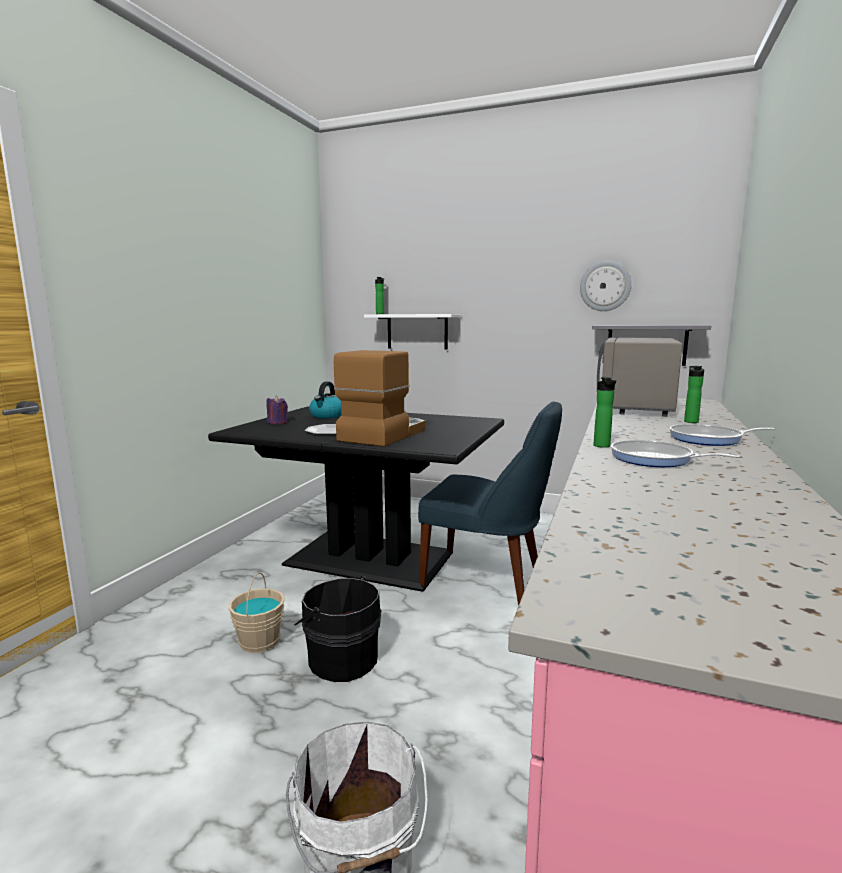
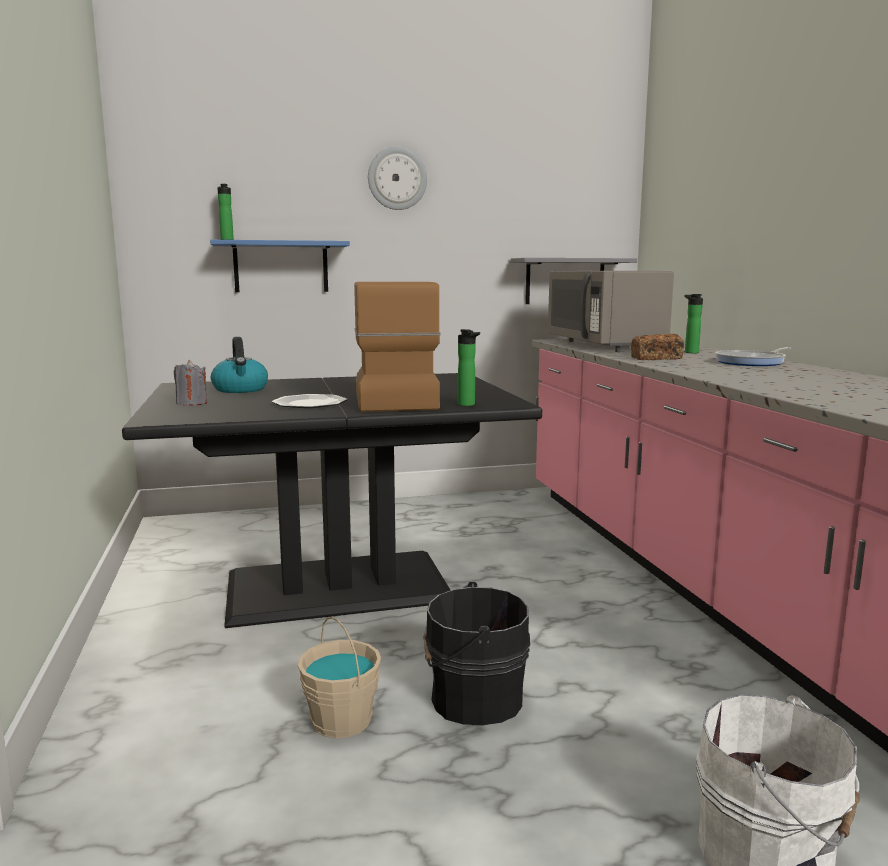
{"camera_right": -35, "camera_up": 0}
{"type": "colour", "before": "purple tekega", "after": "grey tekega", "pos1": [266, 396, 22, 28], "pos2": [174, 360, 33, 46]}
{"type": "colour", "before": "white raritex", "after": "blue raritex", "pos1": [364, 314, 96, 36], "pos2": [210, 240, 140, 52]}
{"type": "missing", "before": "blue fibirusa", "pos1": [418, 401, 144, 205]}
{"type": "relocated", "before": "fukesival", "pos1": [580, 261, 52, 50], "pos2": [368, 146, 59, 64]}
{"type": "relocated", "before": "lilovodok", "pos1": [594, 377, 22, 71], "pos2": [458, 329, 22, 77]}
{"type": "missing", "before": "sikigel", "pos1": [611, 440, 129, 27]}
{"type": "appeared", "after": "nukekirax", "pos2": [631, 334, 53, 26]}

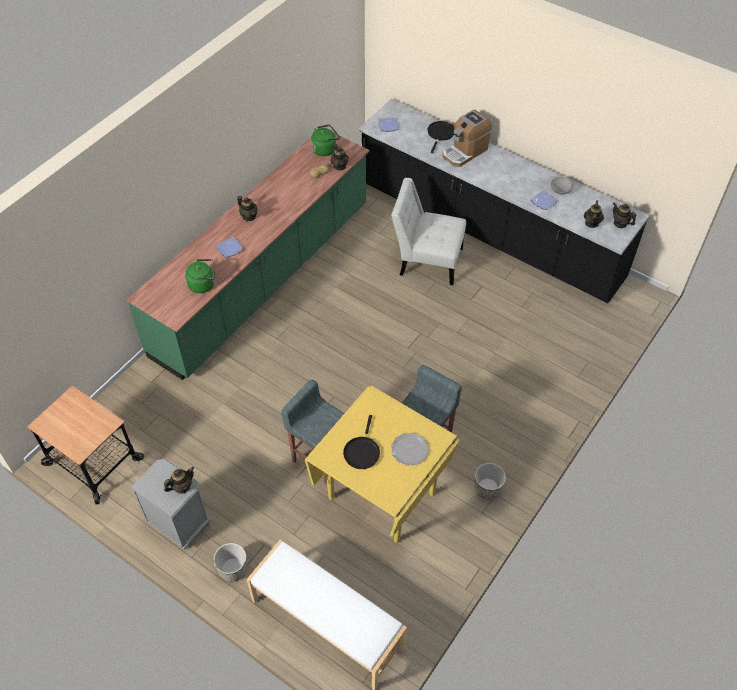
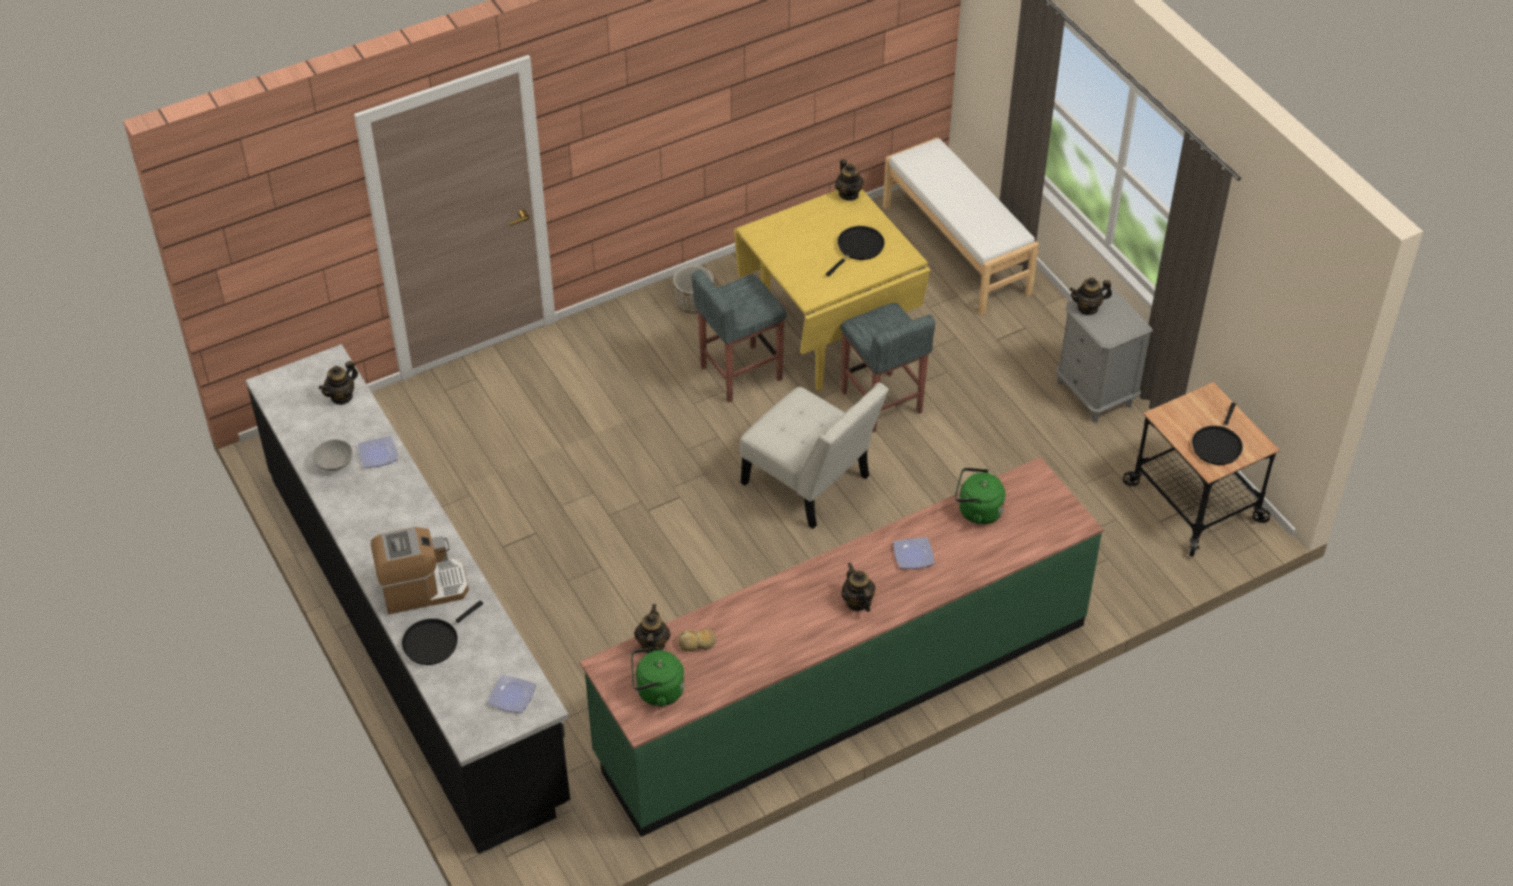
{"camera_right": -155, "camera_up": -5}
{"type": "missing", "before": "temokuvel", "pos1": [214, 543, 33, 39]}
{"type": "relocated", "before": "white fibirusa", "pos1": [391, 178, 75, 107], "pos2": [740, 383, 149, 146]}
{"type": "missing", "before": "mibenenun", "pos1": [391, 433, 38, 32]}
{"type": "relocated", "before": "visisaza", "pos1": [613, 202, 23, 26], "pos2": [835, 159, 29, 42]}
{"type": "appeared", "after": "black sikigel", "pos2": [1192, 402, 51, 63]}

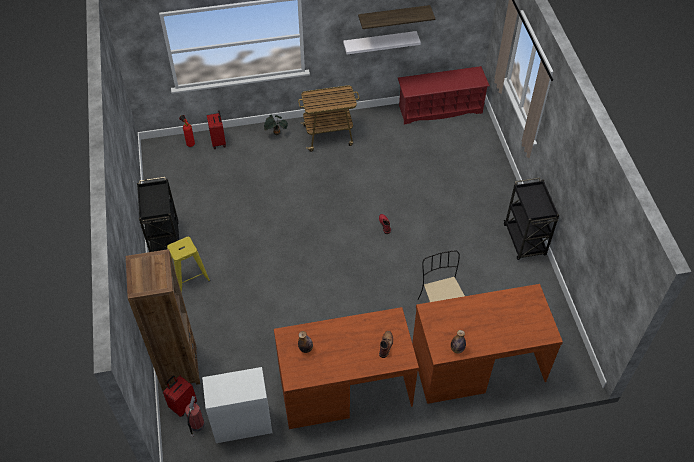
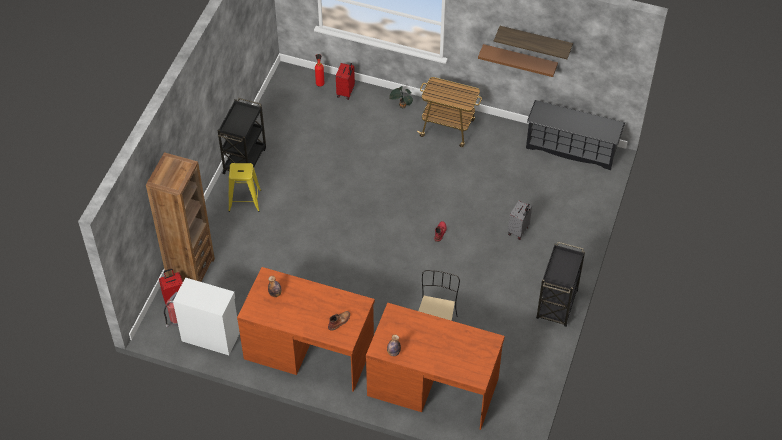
{"camera_right": 30, "camera_up": 0}
{"type": "colour", "before": "white raritex", "after": "brown raritex", "pos1": [343, 31, 78, 23], "pos2": [478, 44, 80, 33]}
{"type": "colour", "before": "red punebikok", "after": "black punebikok", "pos1": [398, 66, 92, 59], "pos2": [526, 100, 99, 70]}
{"type": "appeared", "after": "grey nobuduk", "pos2": [508, 201, 24, 39]}

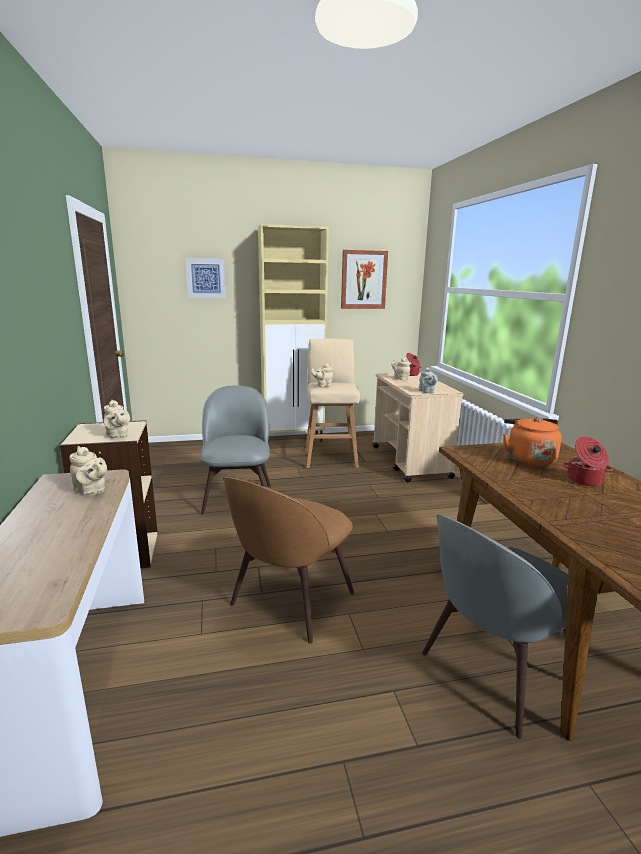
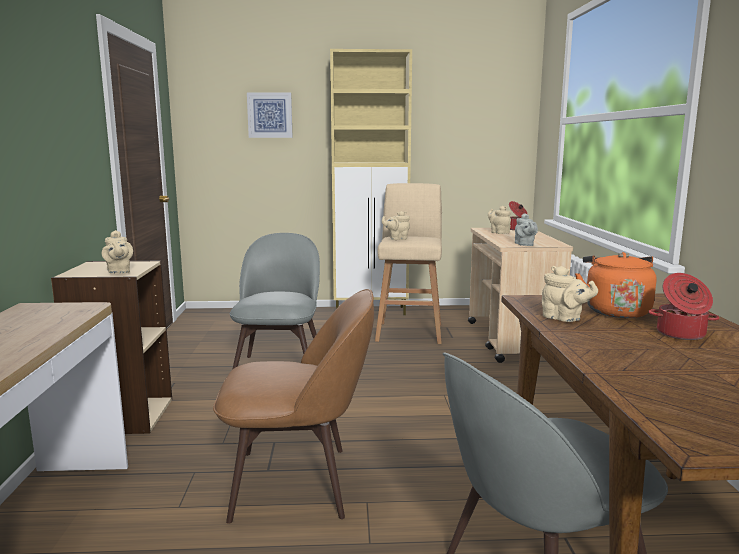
{"camera_right": 10, "camera_up": -5}
{"type": "relocated", "before": "beige visisaza", "pos1": [69, 446, 38, 50], "pos2": [542, 266, 56, 56]}
{"type": "spun", "before": "brown fibirusa", "pos1": [223, 477, 132, 167], "pos2": [213, 289, 161, 235], "turn": -135}
{"type": "missing", "before": "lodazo", "pos1": [341, 250, 47, 59]}

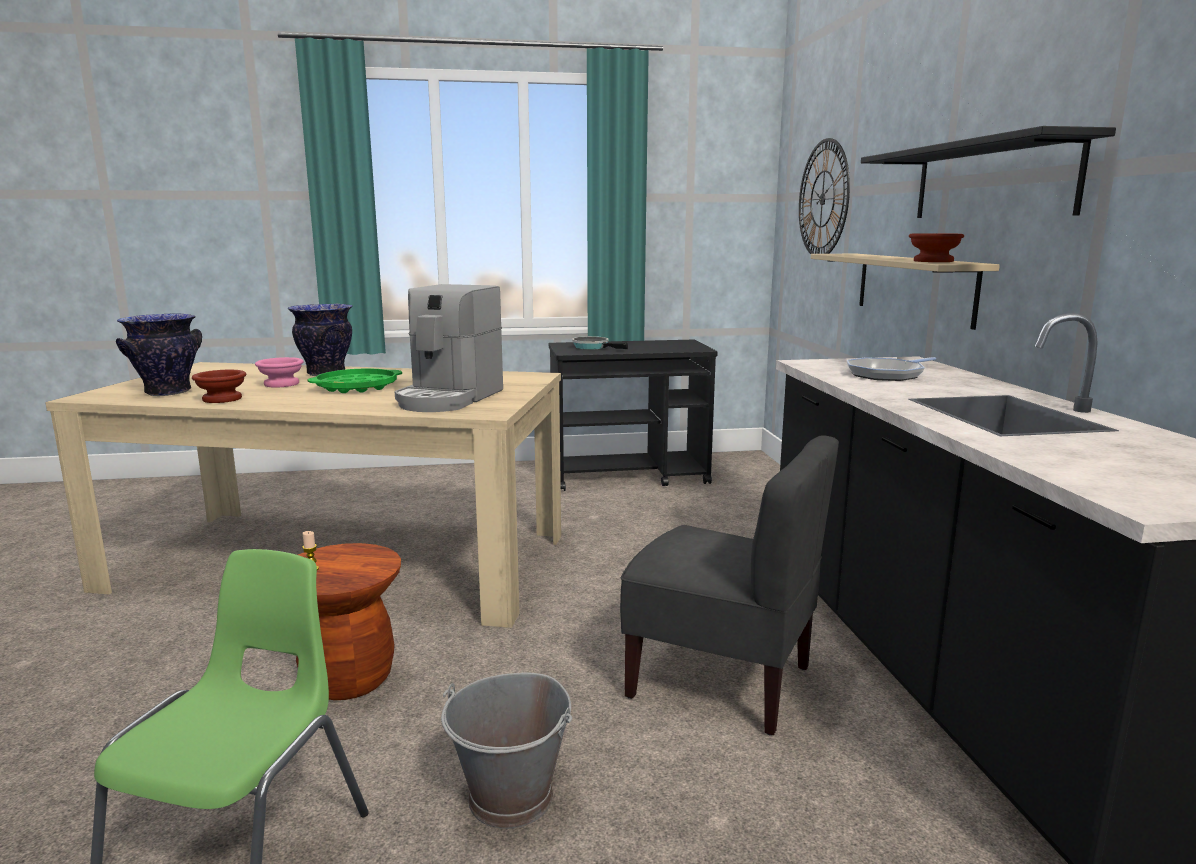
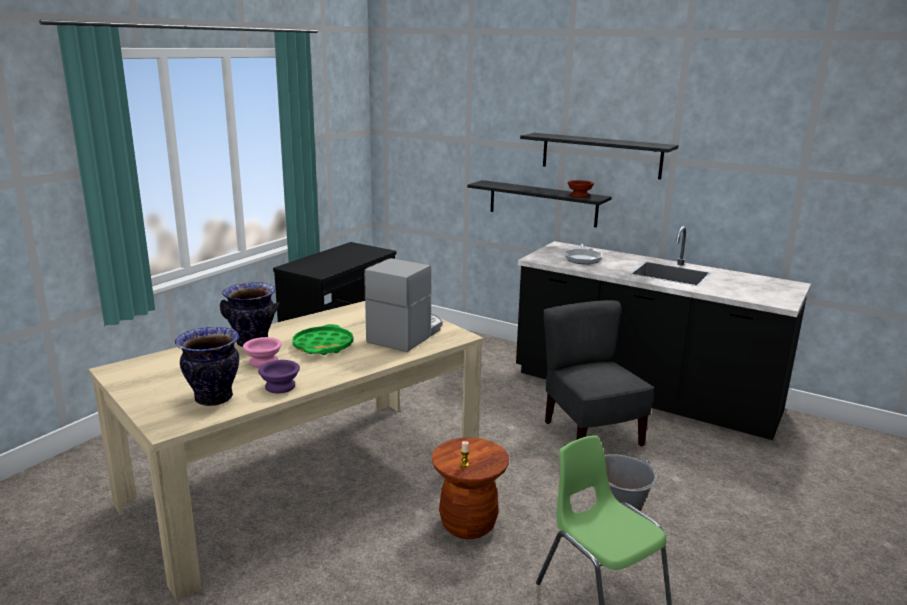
{"camera_right": -50, "camera_up": 5}
{"type": "colour", "before": "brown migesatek", "after": "purple migesatek", "pos1": [192, 370, 54, 33], "pos2": [258, 360, 42, 33]}
{"type": "spun", "before": "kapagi", "pos1": [394, 284, 109, 128], "pos2": [364, 258, 79, 94], "turn": -120}
{"type": "missing", "before": "sikigel", "pos1": [572, 336, 56, 14]}
{"type": "spun", "before": "grey fibirusa", "pos1": [620, 435, 219, 301], "pos2": [544, 300, 110, 146], "turn": -90}
{"type": "missing", "before": "fukesival", "pos1": [799, 138, 51, 116]}
{"type": "colour", "before": "beige raritex", "after": "black raritex", "pos1": [811, 254, 189, 76], "pos2": [467, 180, 145, 48]}

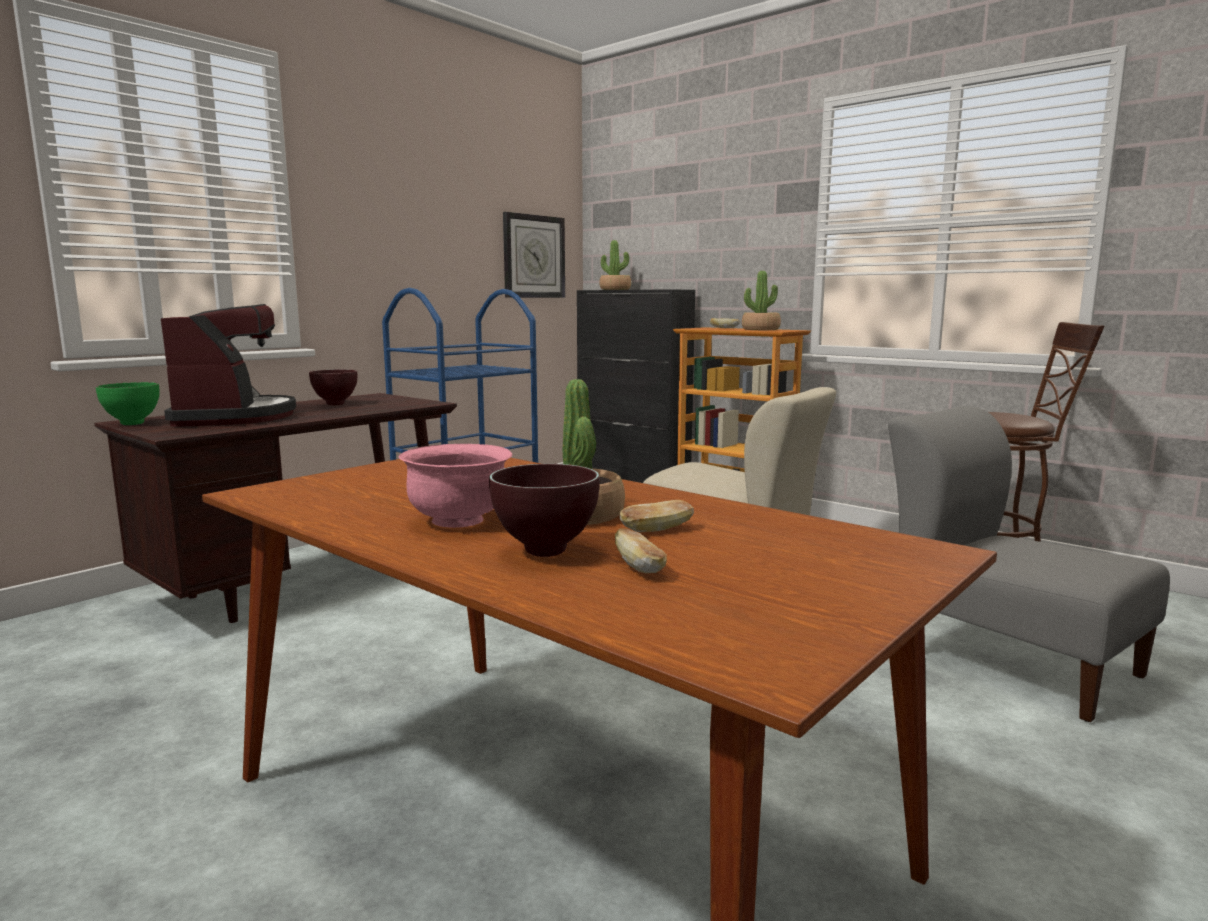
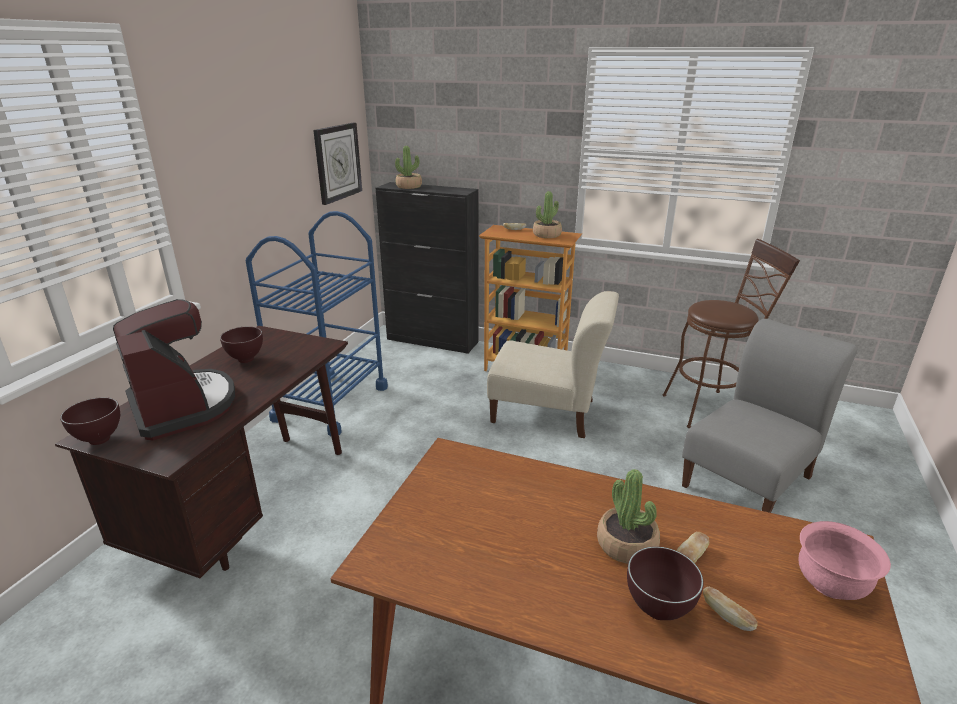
{"camera_right": -20, "camera_up": 15}
{"type": "colour", "before": "green migesatek", "after": "brown migesatek", "pos1": [96, 382, 63, 43], "pos2": [60, 397, 60, 48]}
{"type": "relocated", "before": "pink migesatek", "pos1": [399, 444, 113, 84], "pos2": [798, 521, 93, 79]}
{"type": "spun", "before": "grey fibirusa", "pos1": [888, 406, 282, 316], "pos2": [682, 319, 176, 194], "turn": 105}

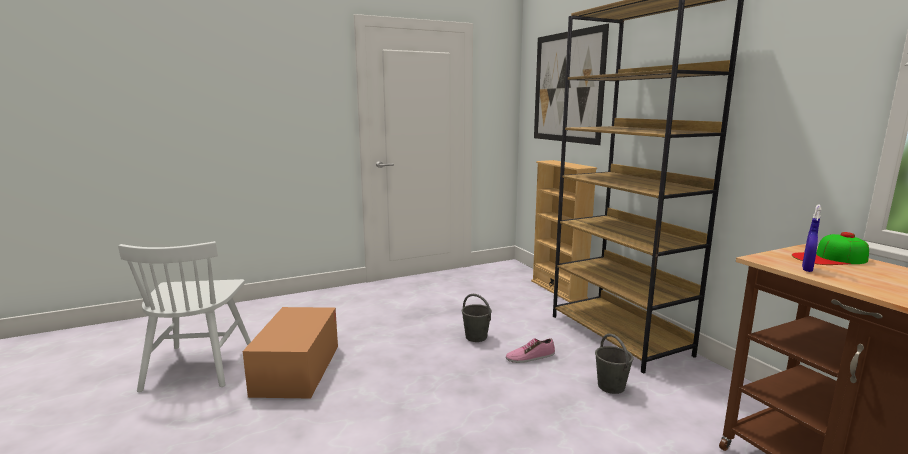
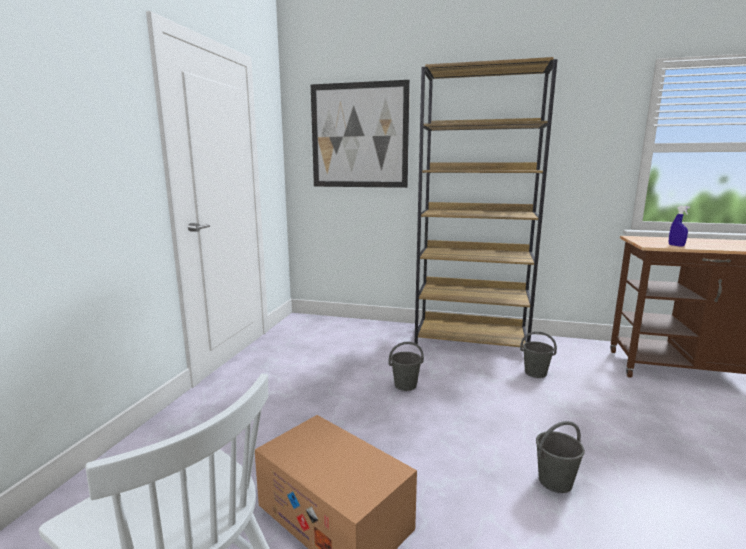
{"camera_right": -50, "camera_up": 0}
{"type": "missing", "before": "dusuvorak", "pos1": [506, 338, 49, 25]}
{"type": "missing", "before": "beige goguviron", "pos1": [531, 160, 66, 142]}
{"type": "missing", "before": "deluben", "pos1": [792, 232, 77, 33]}
{"type": "appeared", "after": "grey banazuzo", "pos2": [536, 421, 49, 72]}

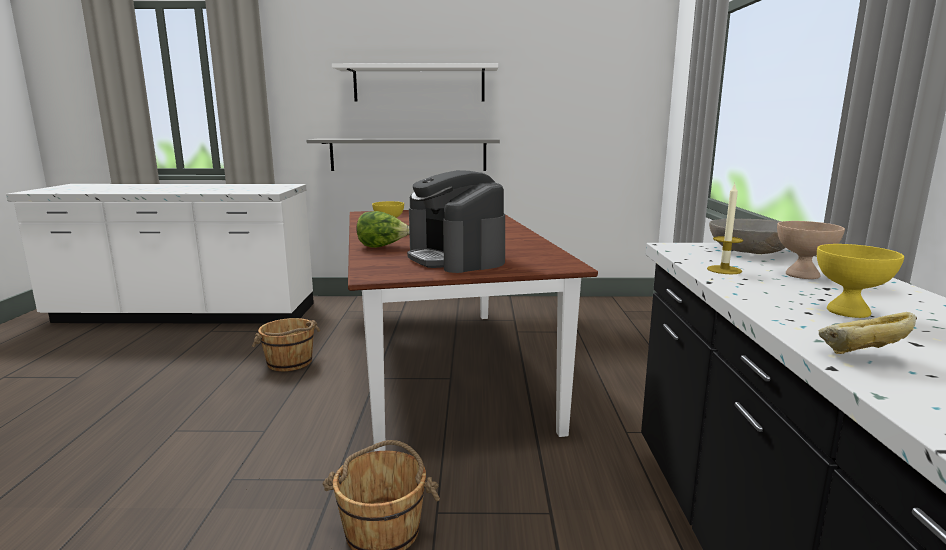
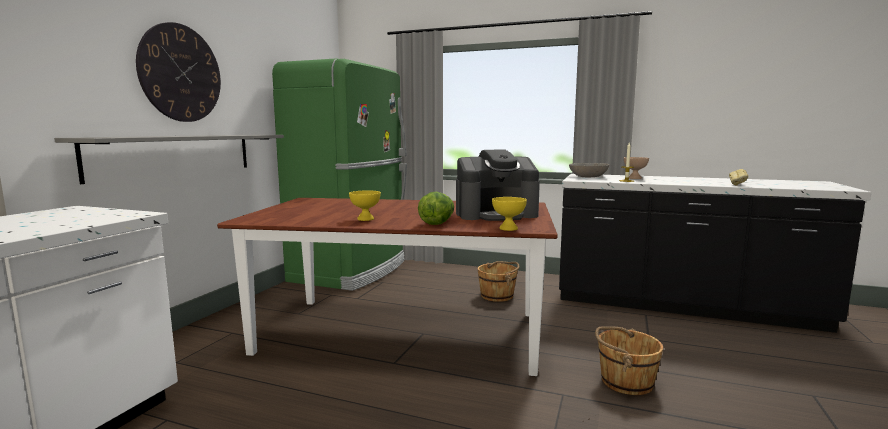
{"camera_right": -70, "camera_up": -5}
{"type": "relocated", "before": "brown banazuzo", "pos1": [252, 318, 68, 53], "pos2": [478, 261, 42, 41]}
{"type": "exchanged", "before": "white raritex", "after": "fukesival", "pos1": [332, 63, 166, 39], "pos2": [136, 22, 85, 100]}
{"type": "relocated", "before": "yellow migesatek", "pos1": [817, 244, 87, 74], "pos2": [492, 197, 35, 34]}
{"type": "appeared", "after": "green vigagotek", "pos2": [272, 58, 135, 233]}

